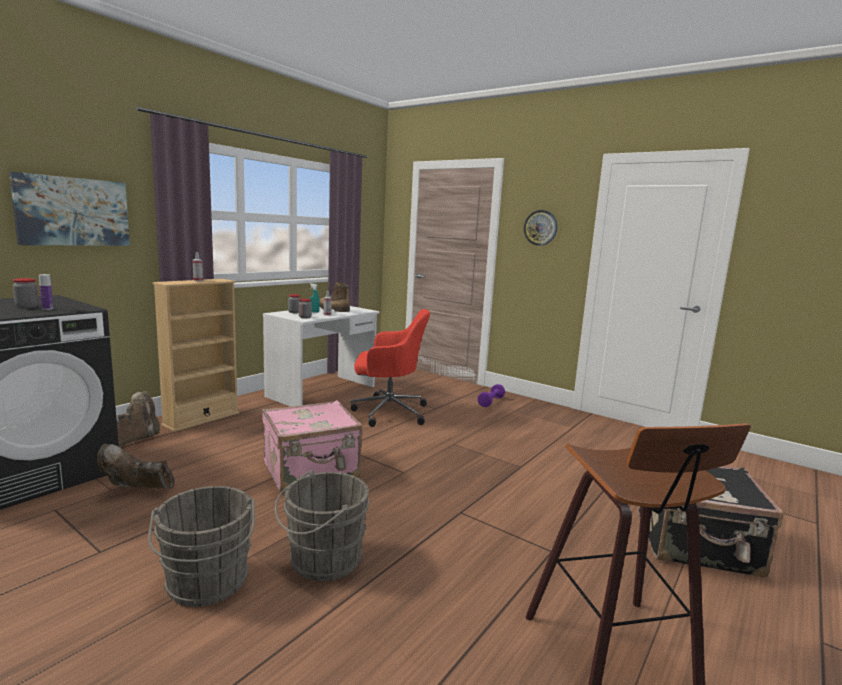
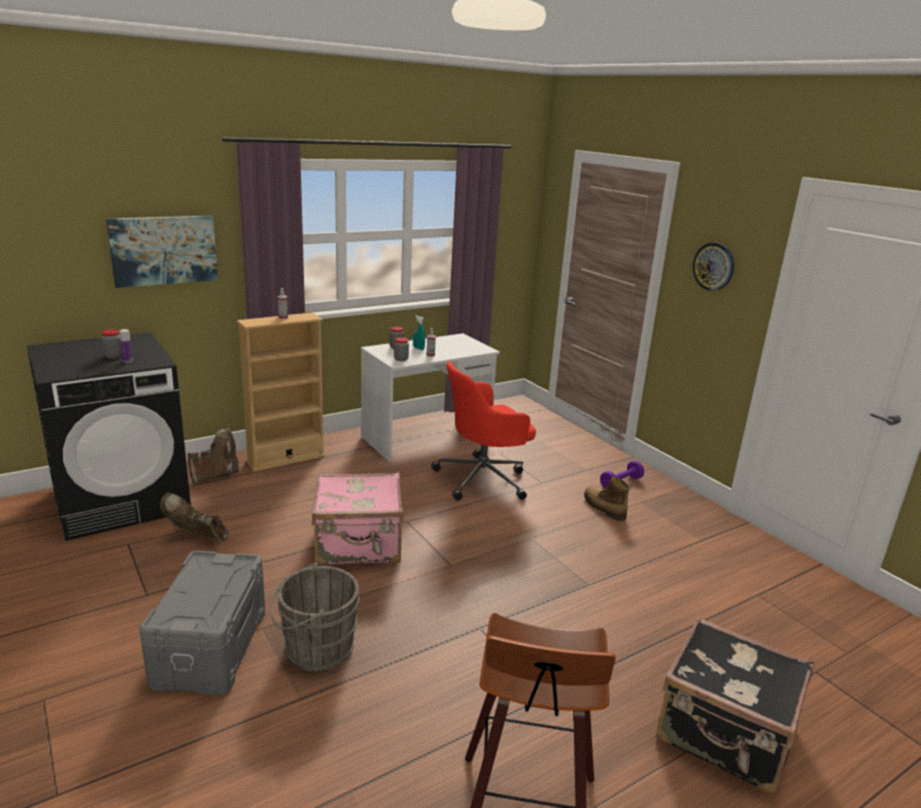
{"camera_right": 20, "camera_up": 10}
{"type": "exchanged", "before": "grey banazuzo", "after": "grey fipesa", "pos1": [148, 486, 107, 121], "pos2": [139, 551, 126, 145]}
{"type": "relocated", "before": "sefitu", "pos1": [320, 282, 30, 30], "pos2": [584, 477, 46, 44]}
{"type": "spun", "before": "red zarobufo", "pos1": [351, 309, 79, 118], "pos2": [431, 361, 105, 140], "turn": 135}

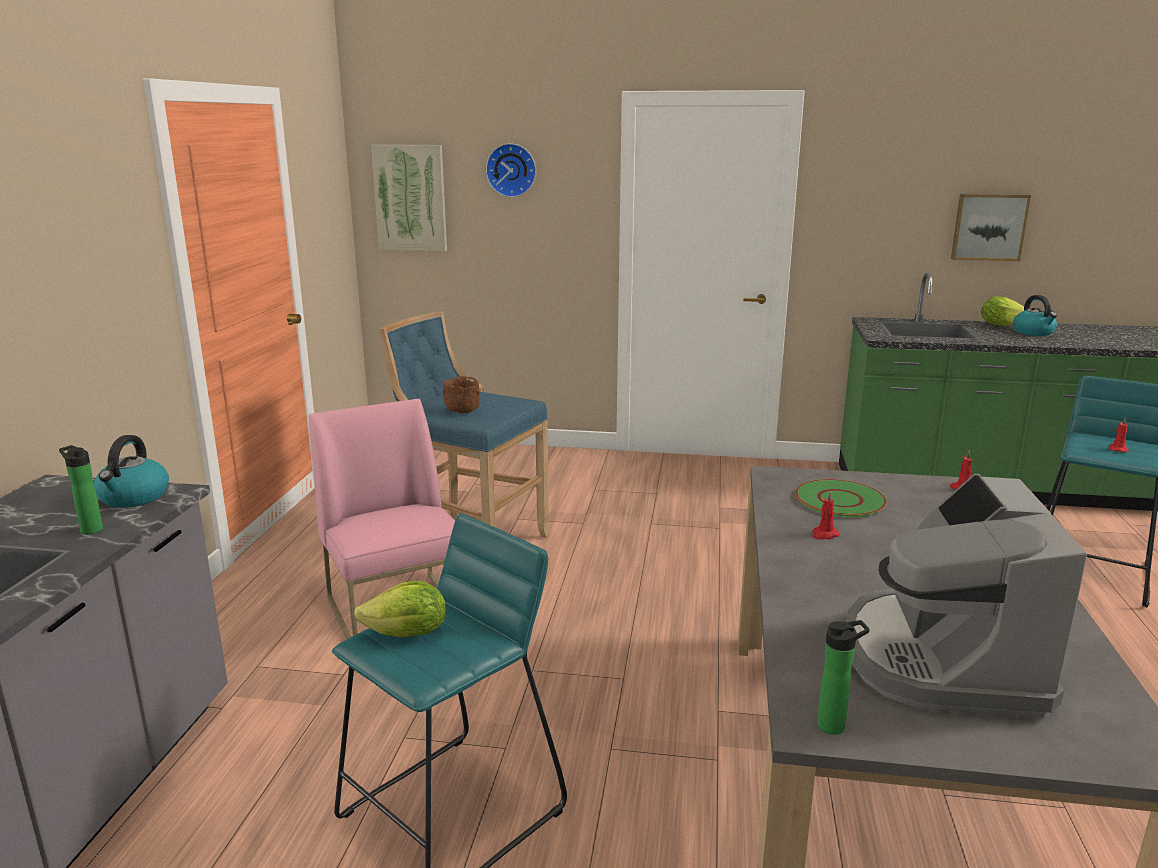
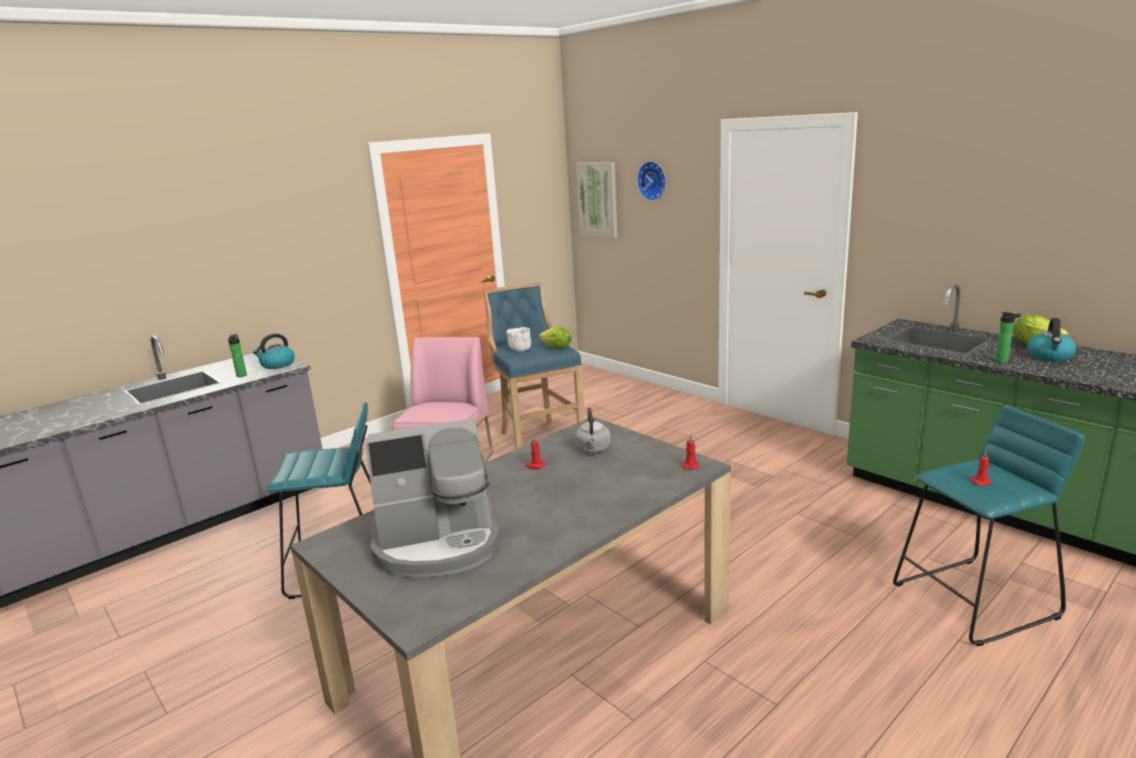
{"camera_right": 40, "camera_up": 0}
{"type": "relocated", "before": "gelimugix", "pos1": [354, 581, 92, 57], "pos2": [539, 326, 32, 22]}
{"type": "colour", "before": "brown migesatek", "after": "white migesatek", "pos1": [443, 376, 37, 37], "pos2": [507, 327, 24, 25]}
{"type": "exchanged", "before": "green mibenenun", "after": "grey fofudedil", "pos1": [795, 479, 92, 38], "pos2": [575, 407, 36, 46]}
{"type": "relocated", "before": "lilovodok", "pos1": [817, 620, 53, 115], "pos2": [995, 312, 26, 50]}
{"type": "spun", "before": "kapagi", "pos1": [846, 474, 241, 244], "pos2": [366, 418, 133, 160], "turn": -150}
{"type": "missing", "before": "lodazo", "pos1": [951, 194, 80, 67]}

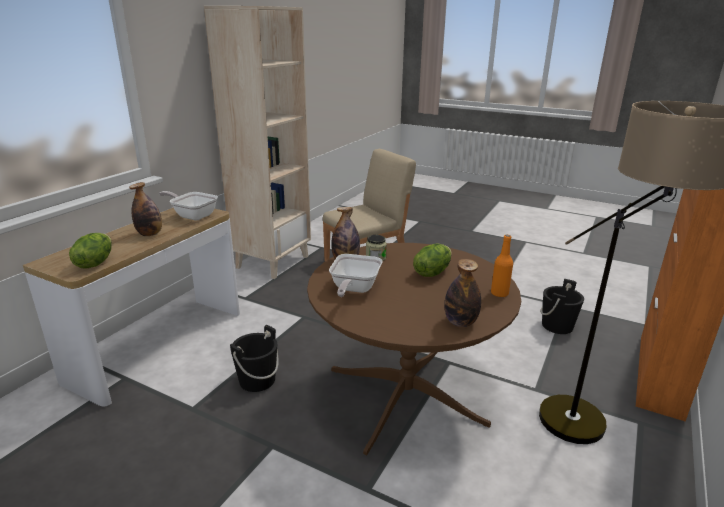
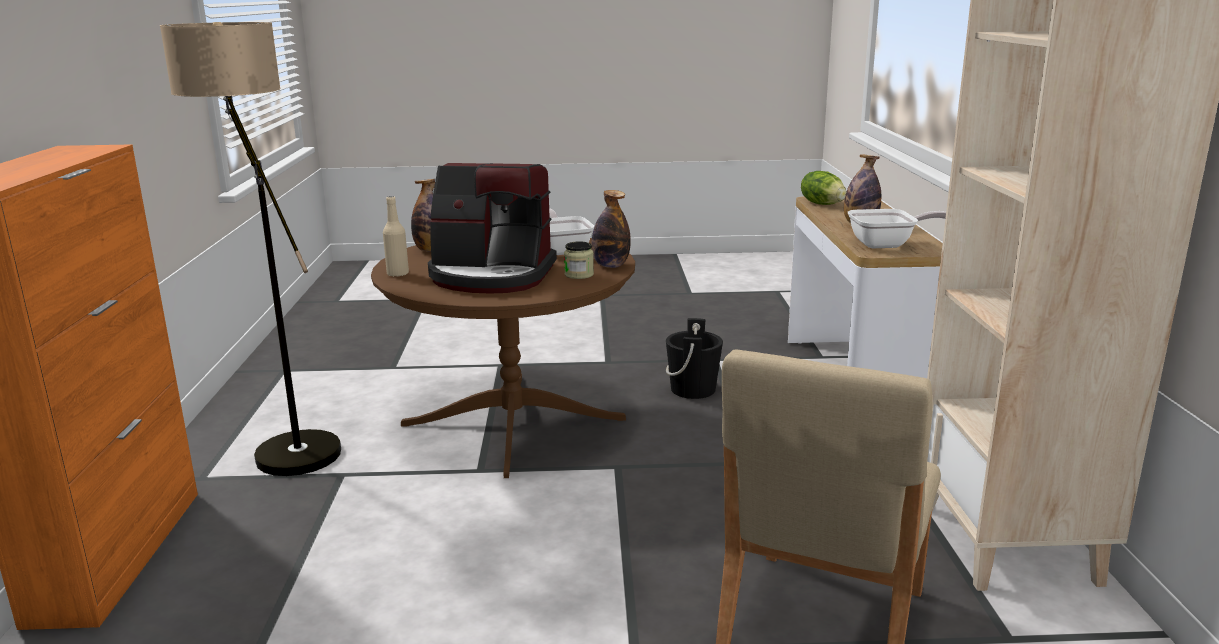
{"camera_right": 150, "camera_up": -5}
{"type": "exchanged", "before": "gelimugix", "after": "kapagi", "pos1": [413, 244, 39, 33], "pos2": [428, 163, 129, 131]}
{"type": "colour", "before": "orange lilovodok", "after": "beige lilovodok", "pos1": [491, 235, 22, 62], "pos2": [383, 196, 26, 81]}
{"type": "missing", "before": "black banazuzo", "pos1": [540, 279, 44, 55]}

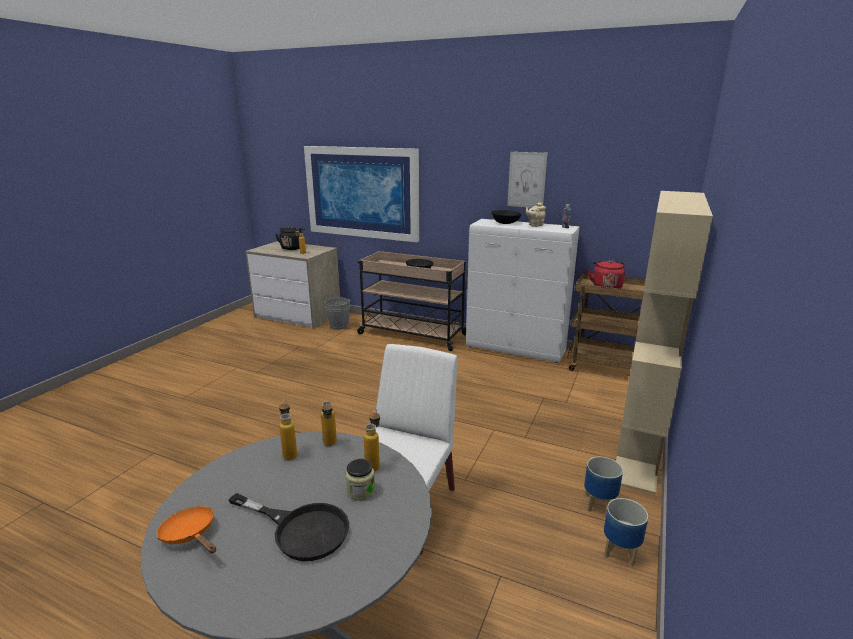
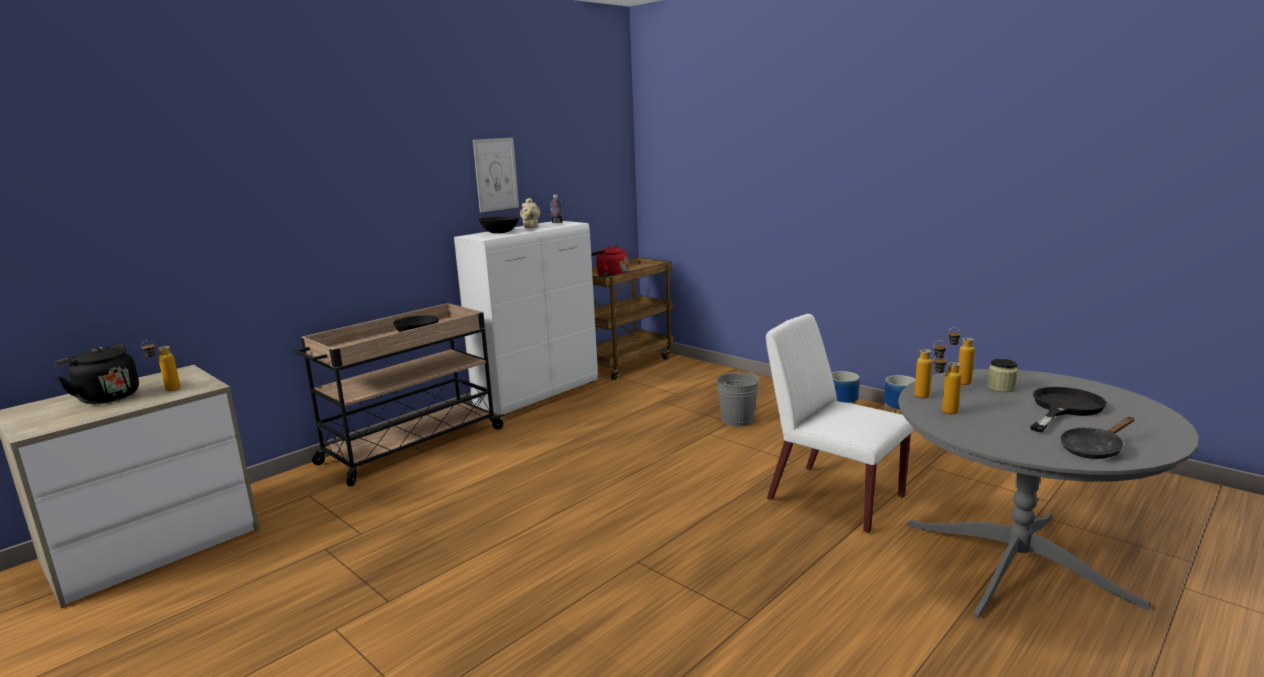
{"camera_right": -70, "camera_up": -5}
{"type": "colour", "before": "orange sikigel", "after": "black sikigel", "pos1": [157, 506, 59, 48], "pos2": [1060, 417, 74, 42]}
{"type": "missing", "before": "lodazo", "pos1": [304, 146, 115, 96]}
{"type": "relocated", "before": "grey banazuzo", "pos1": [325, 297, 25, 33], "pos2": [717, 371, 42, 56]}
{"type": "missing", "before": "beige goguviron", "pos1": [616, 191, 97, 304]}

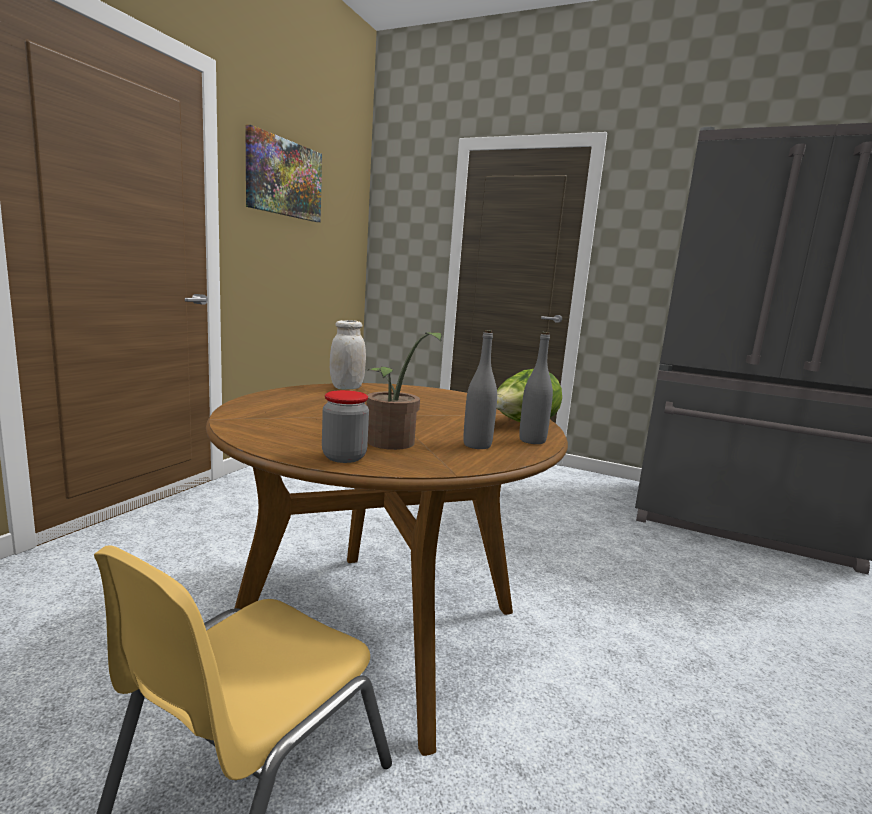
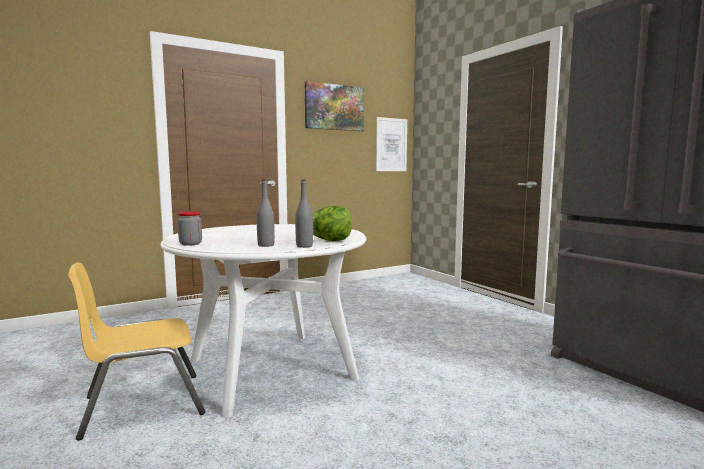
{"camera_right": 35, "camera_up": -5}
{"type": "colour", "before": "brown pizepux", "after": "white pizepux", "pos1": [206, 383, 362, 373], "pos2": [160, 224, 206, 194]}
{"type": "missing", "before": "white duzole", "pos1": [330, 320, 36, 69]}
{"type": "missing", "before": "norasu", "pos1": [366, 331, 76, 119]}
{"type": "appeared", "after": "lodazo", "pos2": [376, 117, 31, 54]}

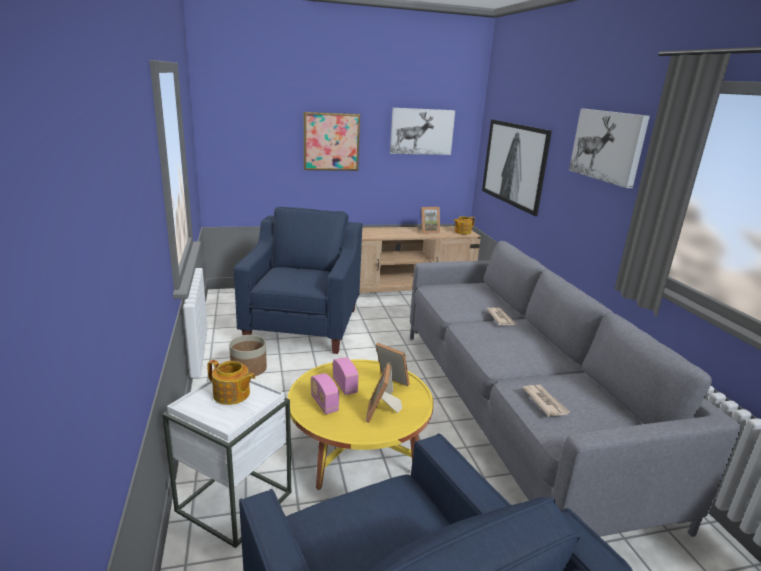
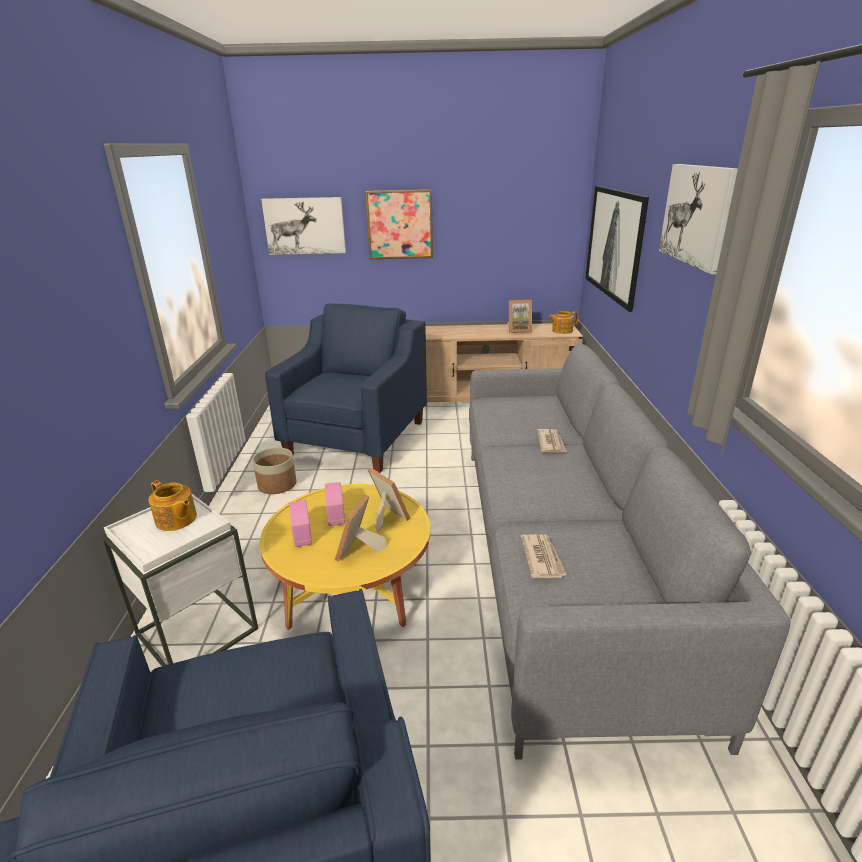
{"camera_right": 15, "camera_up": 5}
{"type": "relocated", "before": "lodazo", "pos1": [390, 108, 65, 47], "pos2": [261, 197, 85, 58]}

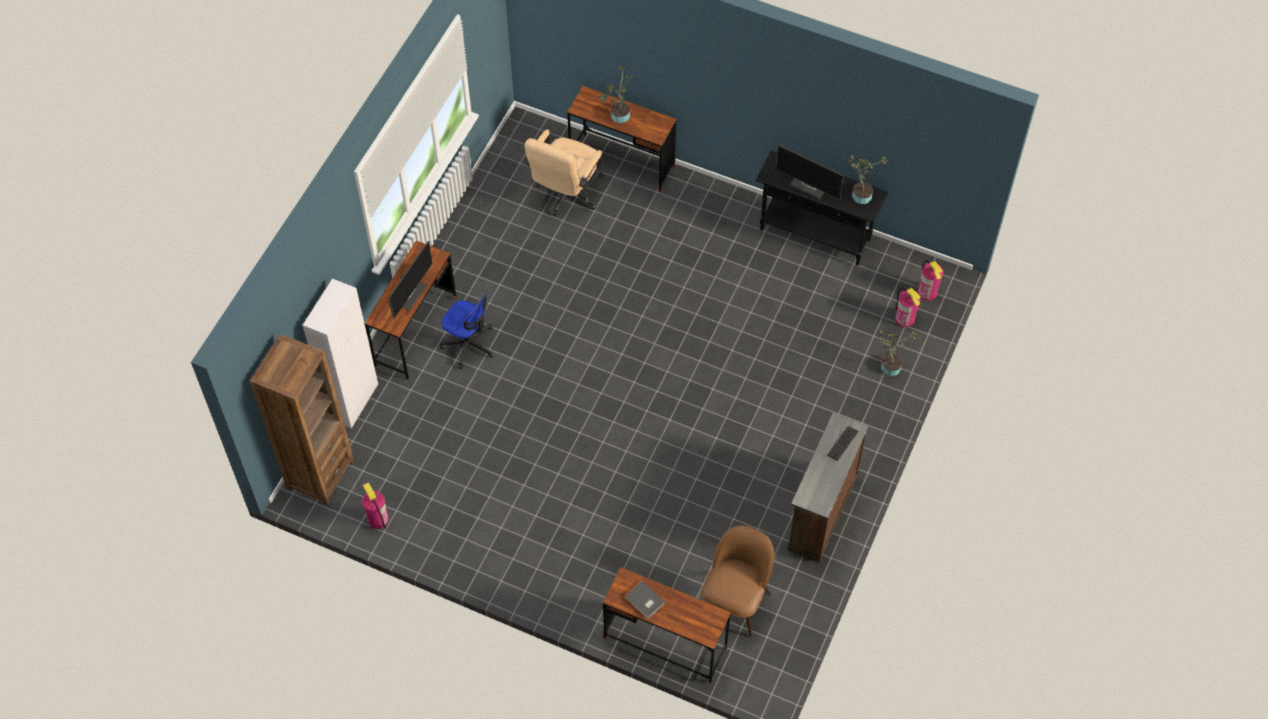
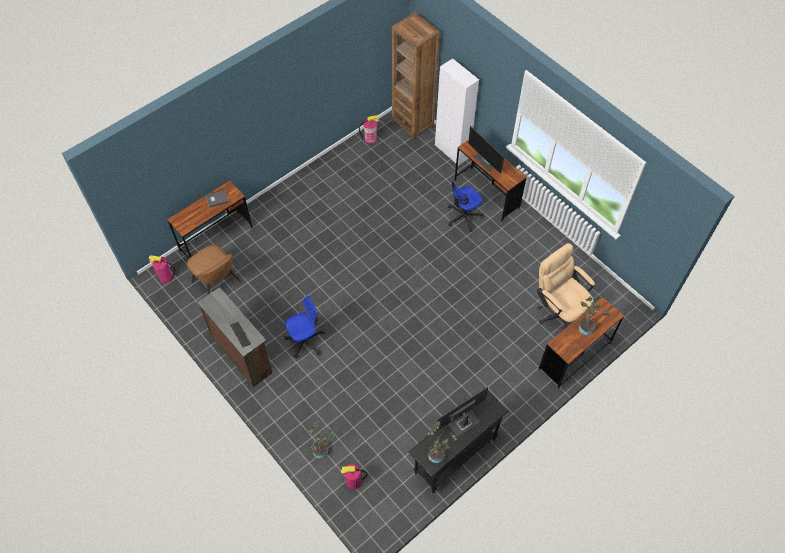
{"camera_right": 115, "camera_up": 0}
{"type": "relocated", "before": "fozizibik", "pos1": [918, 260, 25, 41], "pos2": [149, 255, 26, 28]}
{"type": "appeared", "after": "zarobufo", "pos2": [284, 296, 41, 62]}

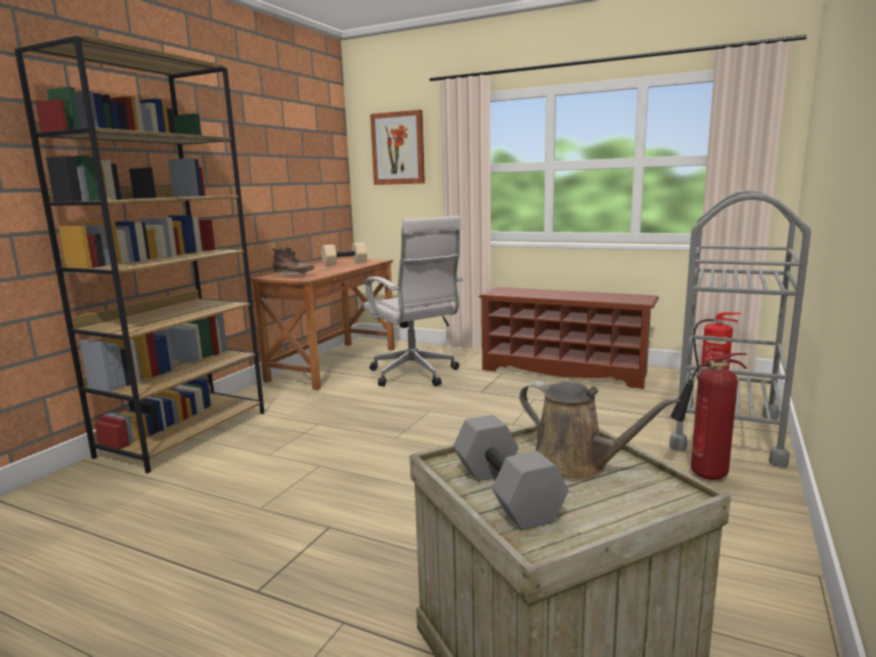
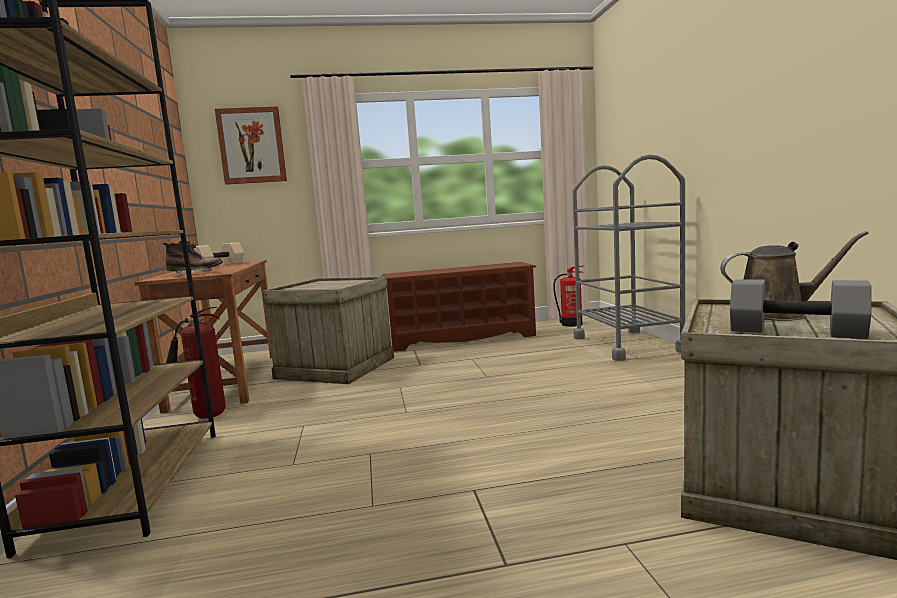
{"camera_right": -35, "camera_up": -5}
{"type": "exchanged", "before": "white zarobufo", "after": "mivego", "pos1": [363, 216, 100, 171], "pos2": [262, 277, 132, 107]}
{"type": "relocated", "before": "fozizibik", "pos1": [670, 353, 77, 127], "pos2": [166, 307, 60, 112]}

